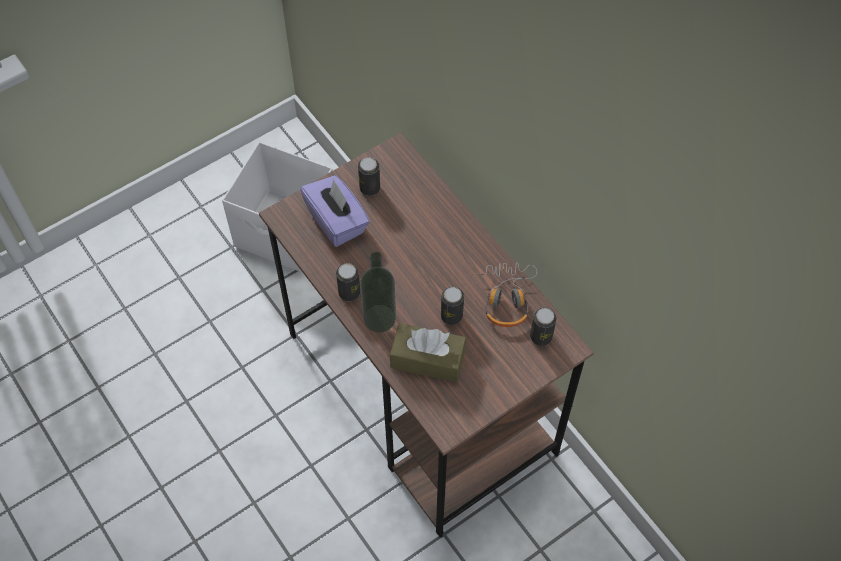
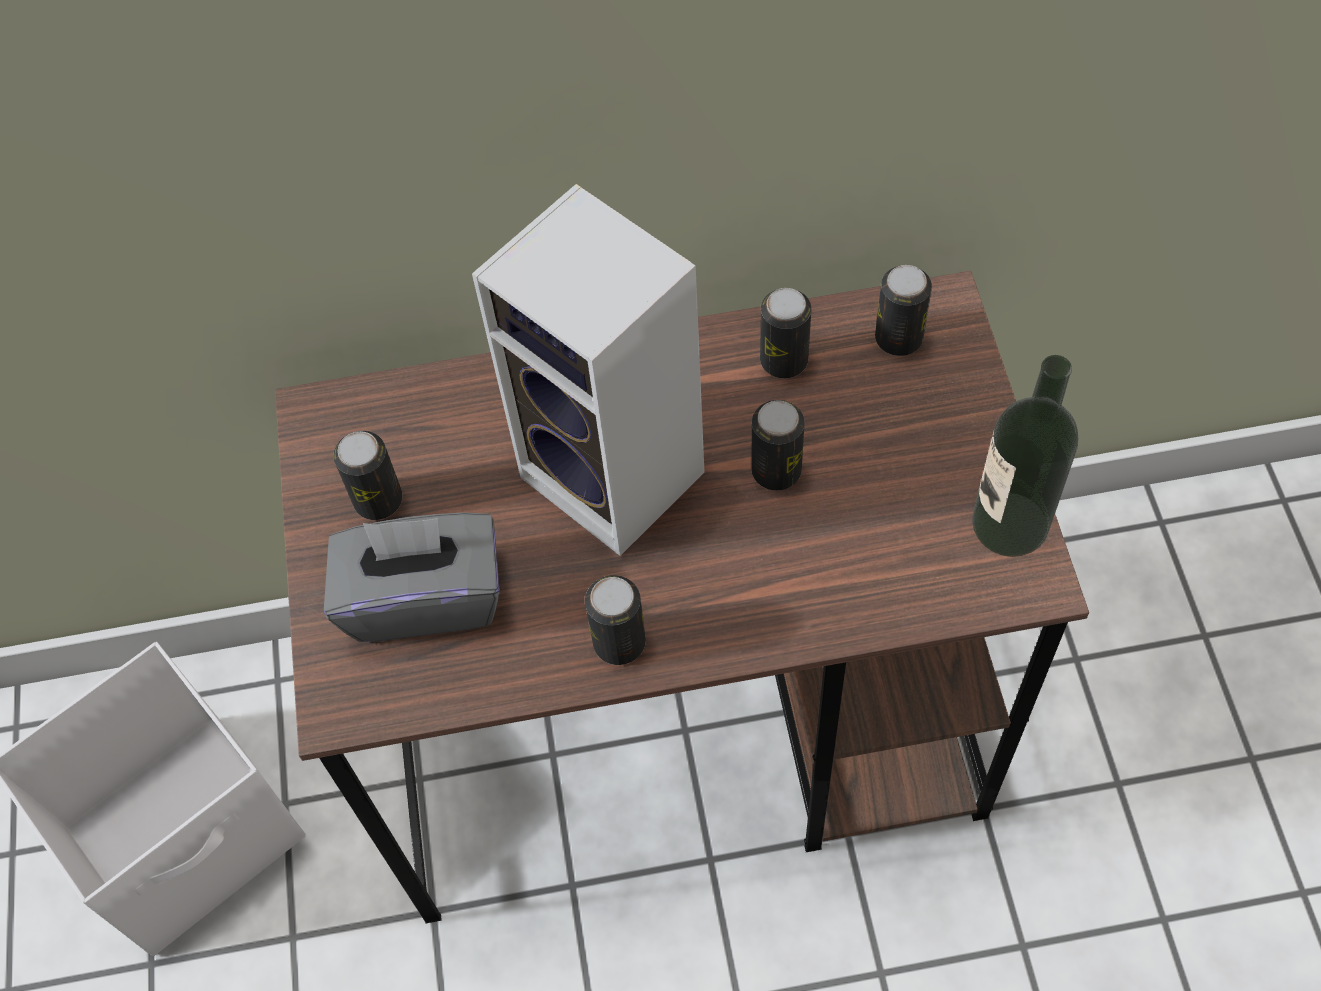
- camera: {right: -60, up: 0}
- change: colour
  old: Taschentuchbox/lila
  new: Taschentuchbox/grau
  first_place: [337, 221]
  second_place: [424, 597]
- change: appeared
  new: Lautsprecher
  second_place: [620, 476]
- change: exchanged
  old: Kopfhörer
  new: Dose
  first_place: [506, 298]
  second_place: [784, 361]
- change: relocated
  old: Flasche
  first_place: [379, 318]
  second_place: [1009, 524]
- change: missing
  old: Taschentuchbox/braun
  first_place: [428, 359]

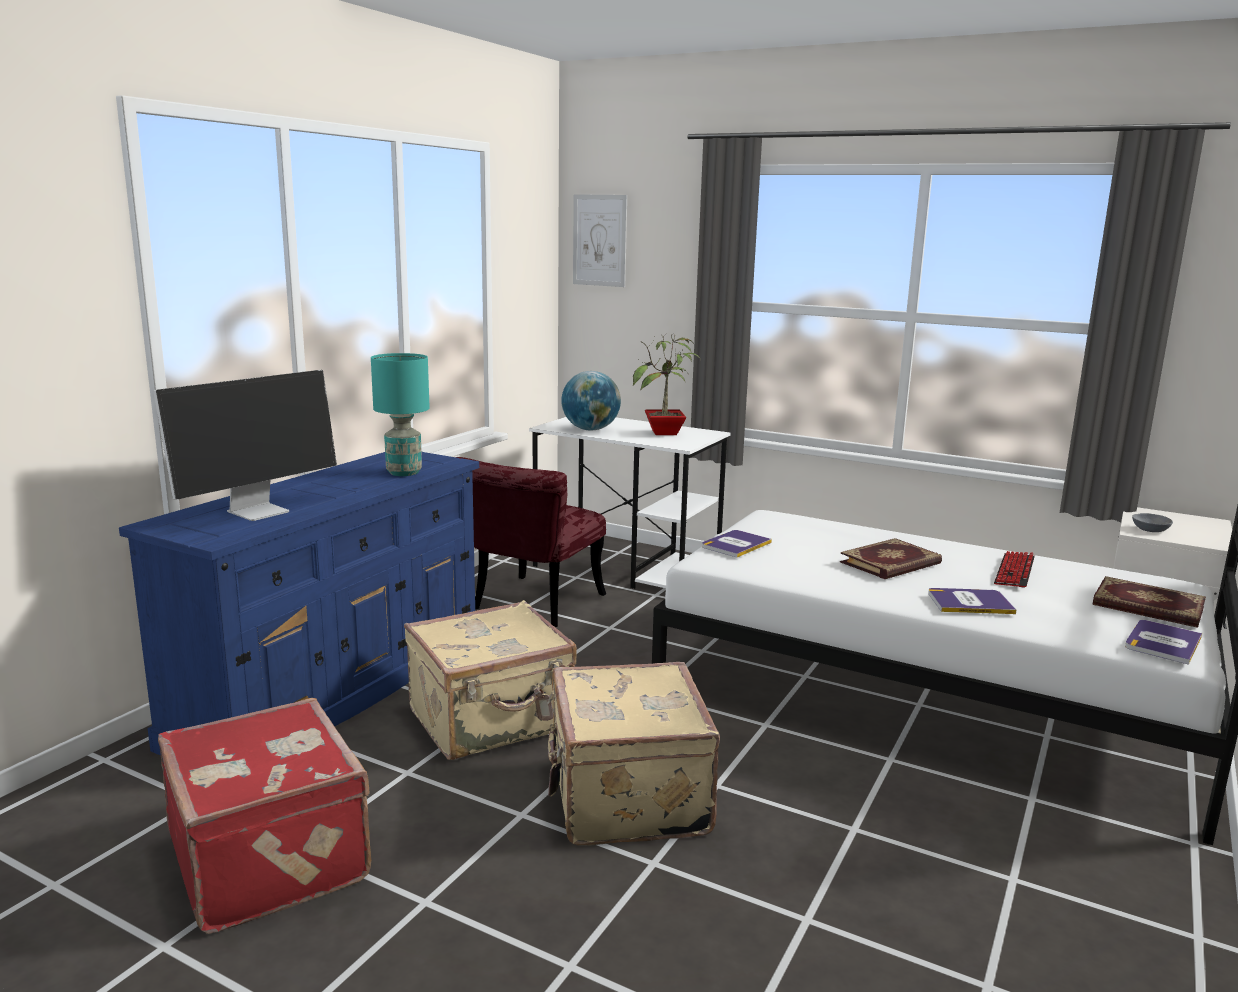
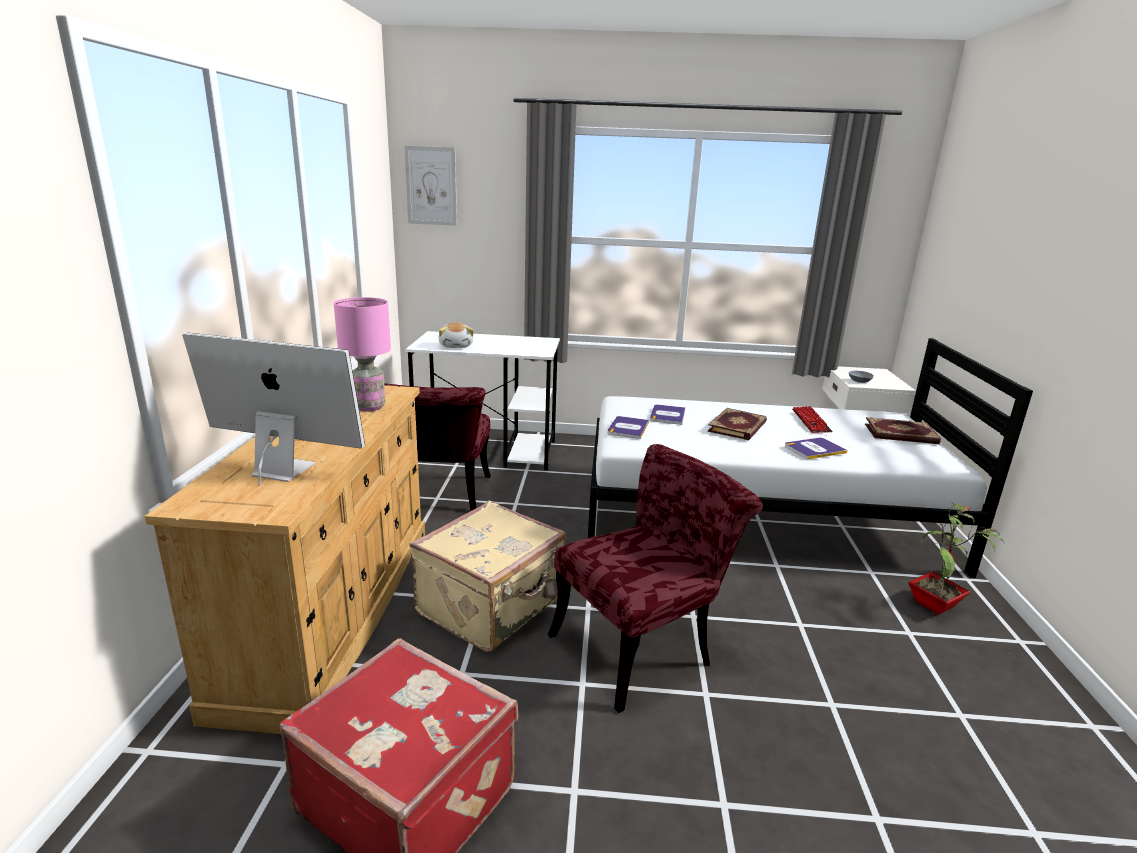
- camera: {right: -25, up: 5}
- change: colour
  old: Kommode/blau
  new: Kommode/beige
  first_place: [336, 688]
  second_place: [334, 610]
- change: spun
  old: Monitor
  first_place: [259, 511]
  second_place: [281, 470]
  degrees: -90
- change: colour
  old: Tischlampe/türkis
  new: Tischlampe/rosa
  first_place: [404, 473]
  second_place: [369, 407]
- change: exchanged
  old: Globus
  new: Plüschtier
  first_place: [590, 429]
  second_place: [456, 346]
- change: exchanged
  old: Koffer/beige
  new: Stuhl/rot
  first_place: [625, 797]
  second_place: [643, 645]
- change: relocated
  old: Buch
  first_place: [1163, 643]
  second_place: [667, 415]
- change: relocated
  old: Topfpflanze
  first_place: [664, 433]
  second_place: [936, 606]

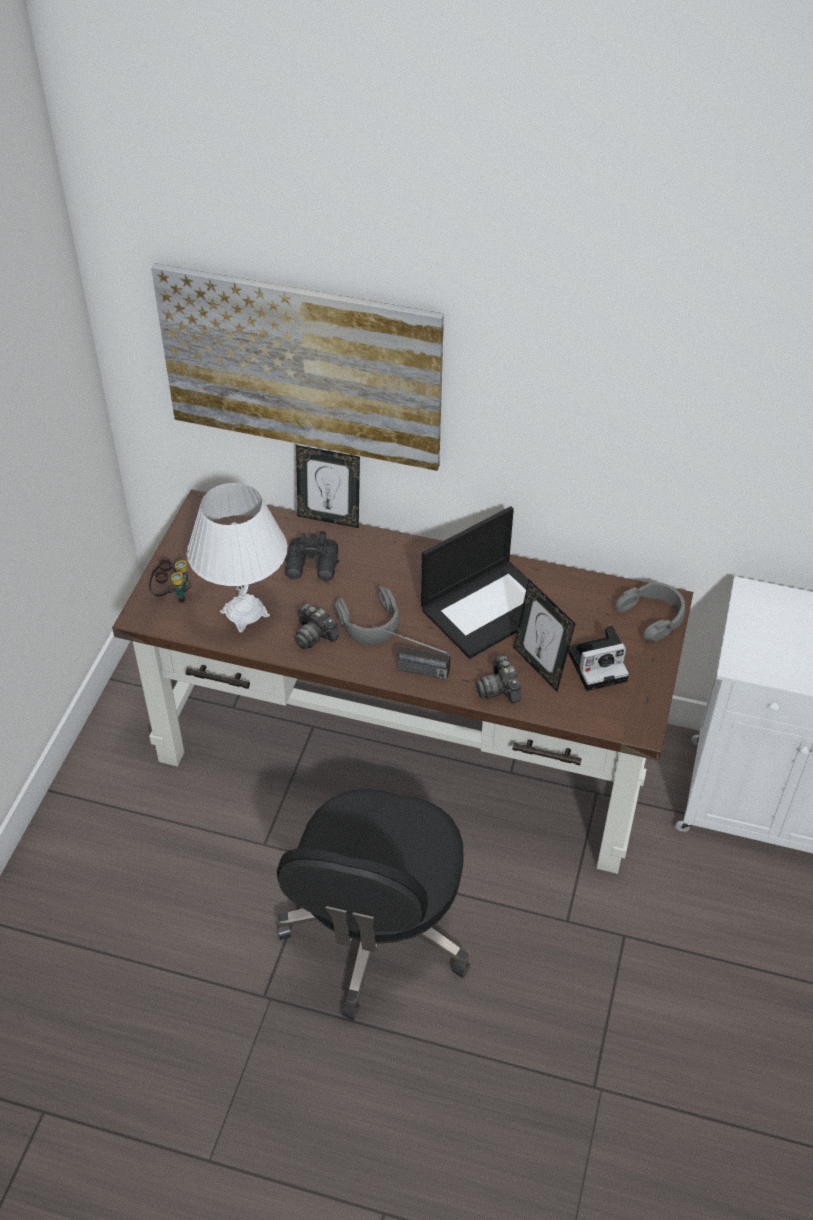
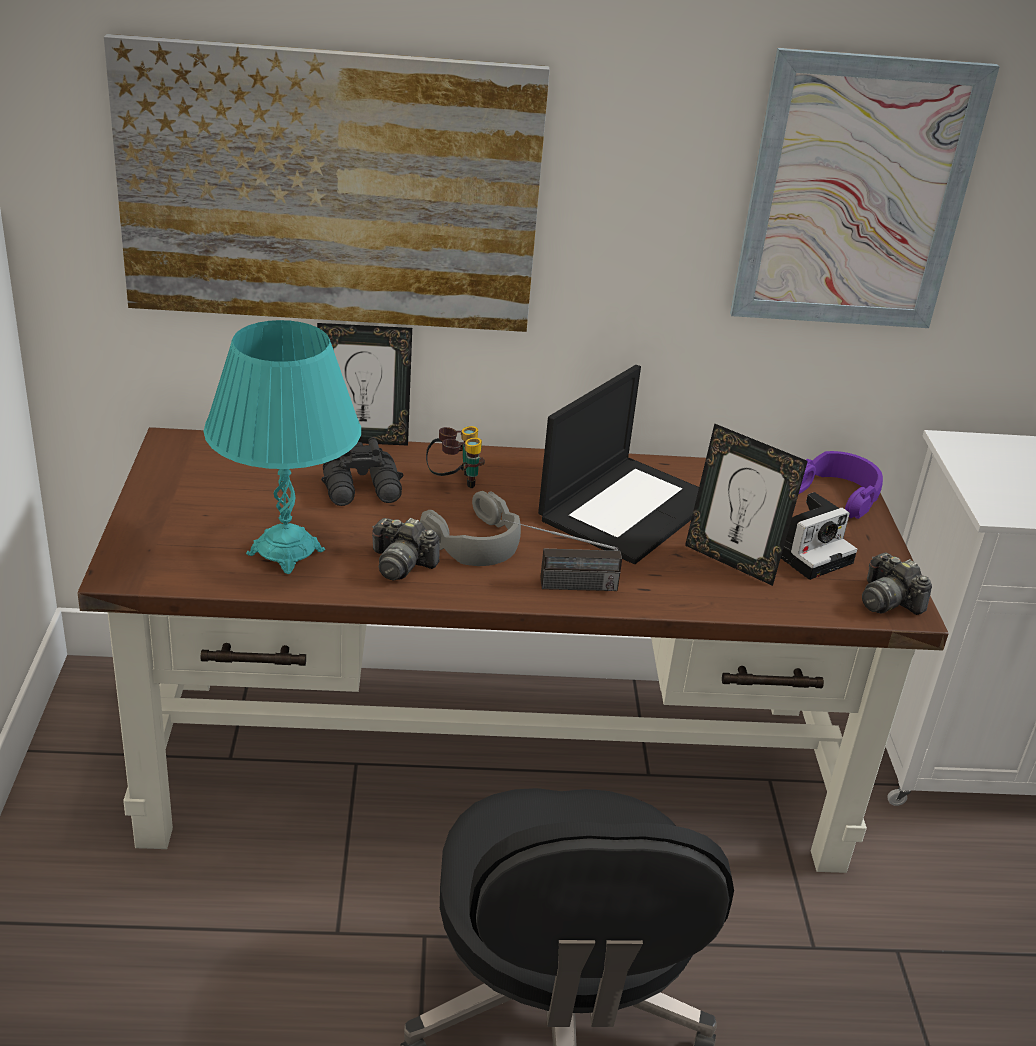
- camera: {right: -20, up: -15}
- change: colour
  old: Tischlampe/weiß
  new: Tischlampe/türkis
  first_place: [245, 614]
  second_place: [286, 552]
- change: relocated
  old: Fernglas
  first_place: [172, 594]
  second_place: [454, 481]
- change: appeared
  new: Bild
  second_place: [856, 194]
- change: colour
  old: Kopfhörer/grau
  new: Kopfhörer/lila
  first_place: [653, 616]
  second_place: [837, 494]
- change: relocated
  old: Kamera
  first_place: [499, 688]
  second_place: [888, 601]

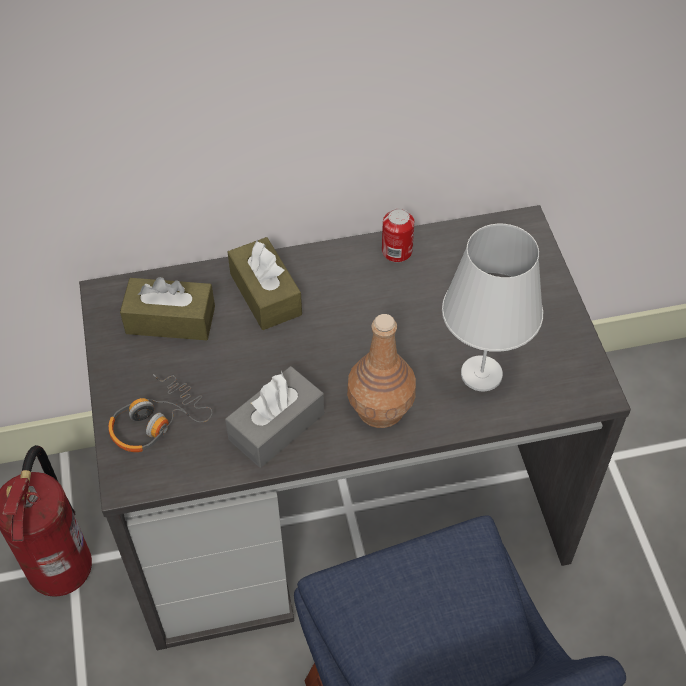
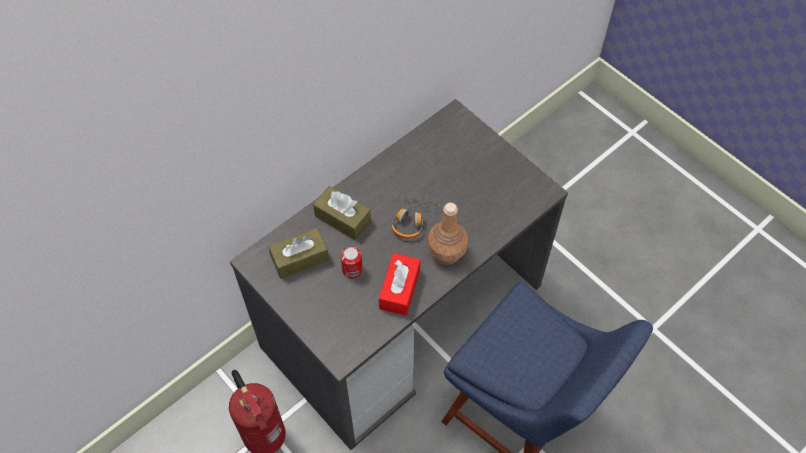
- camera: {right: -30, up: 5}
- change: relocated
  old: Dose
  first_place: [397, 251]
  second_place: [352, 270]
- change: colour
  old: Taschentuchbox/grau
  new: Taschentuchbox/rot
  first_place: [276, 427]
  second_place: [399, 289]
- change: relocated
  old: Kopfhörer
  first_place: [157, 422]
  second_place: [412, 218]
- change: missing
  old: Tischlampe/weiß
  first_place: [480, 374]

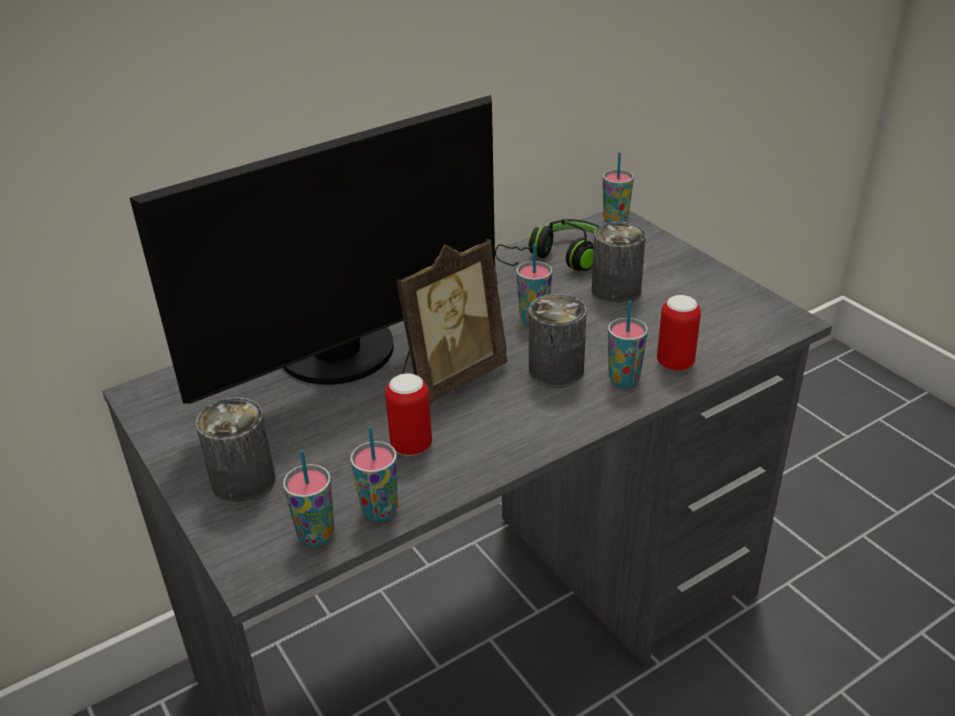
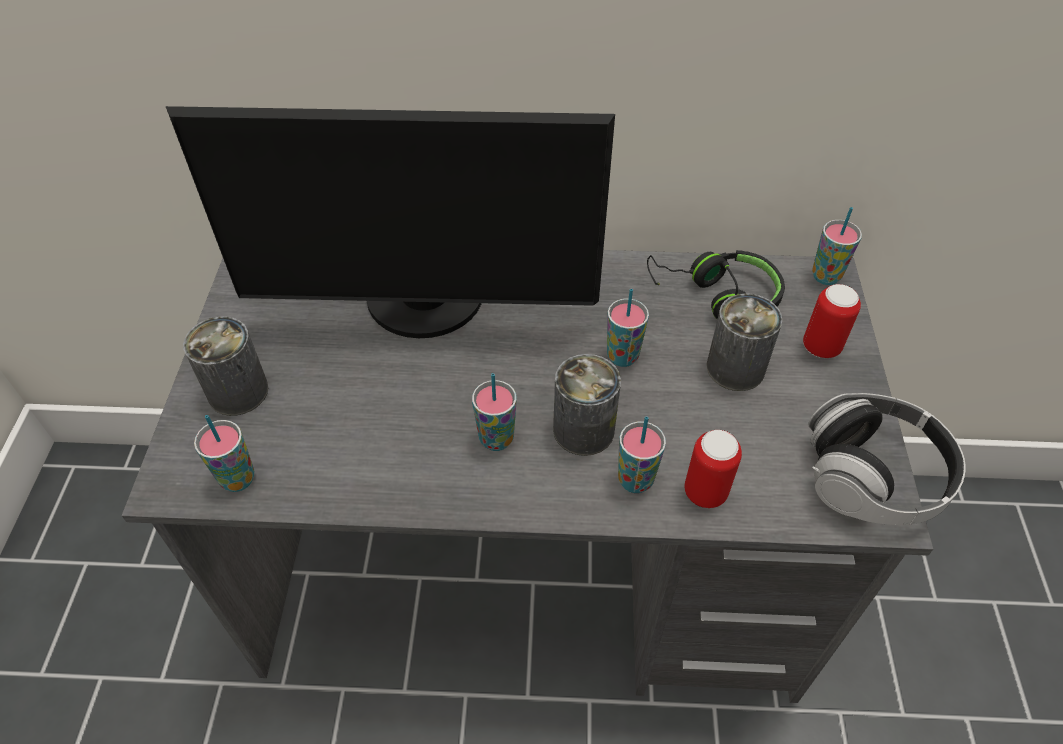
- camera: {right: 35, up: 15}
- change: relocated
  old: Tasse
  first_place: [379, 510]
  second_place: [496, 439]
- change: relocated
  old: Dose
  first_place: [411, 446]
  second_place: [821, 347]
- change: appeared
  new: Kopfhörer
  second_place: [873, 477]
- change: missing
  old: Bilderrahmen
  first_place: [449, 377]

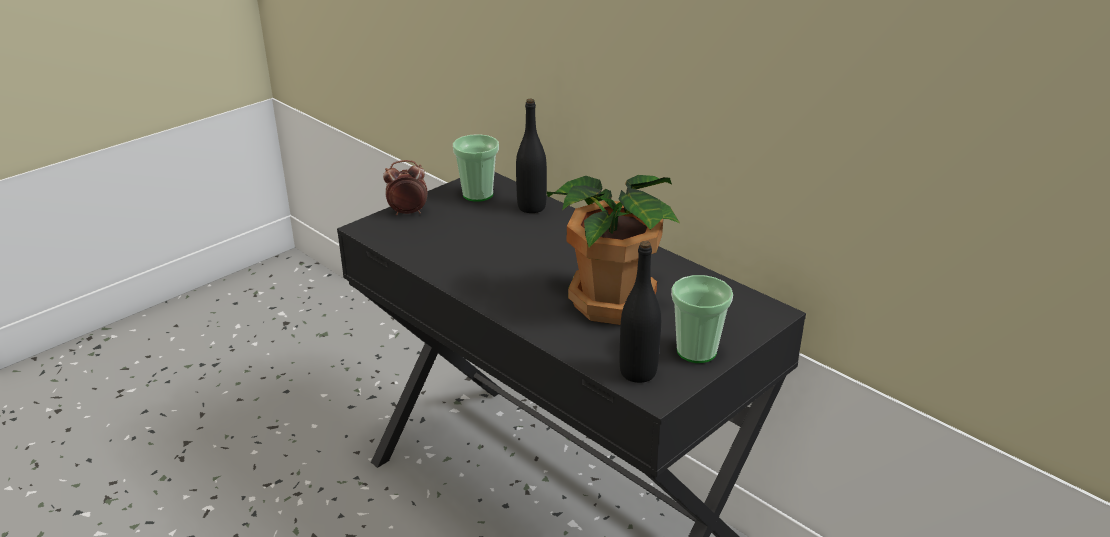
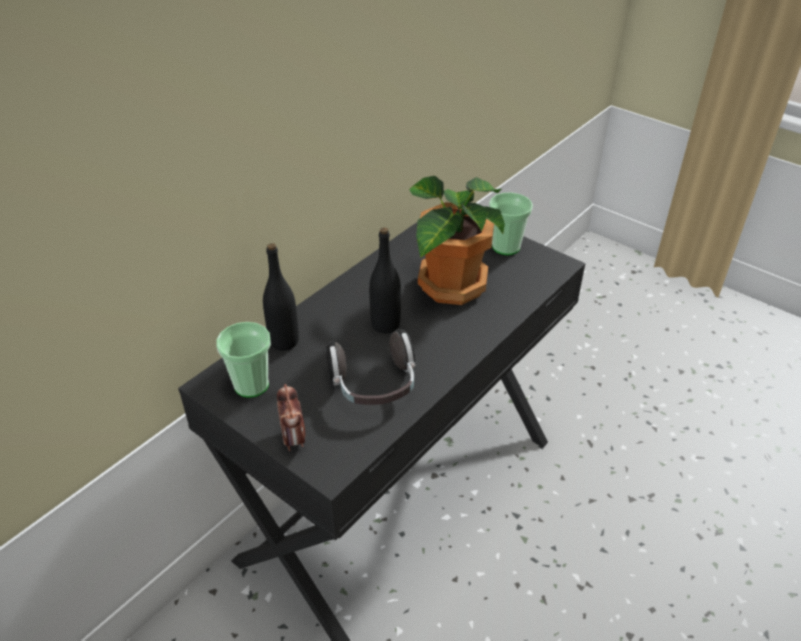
- camera: {right: -95, up: 10}
- change: appeared
  new: Kopfhörer
  second_place: [374, 386]
- change: relocated
  old: Flasche/schwarz
  first_place: [638, 372]
  second_place: [385, 325]

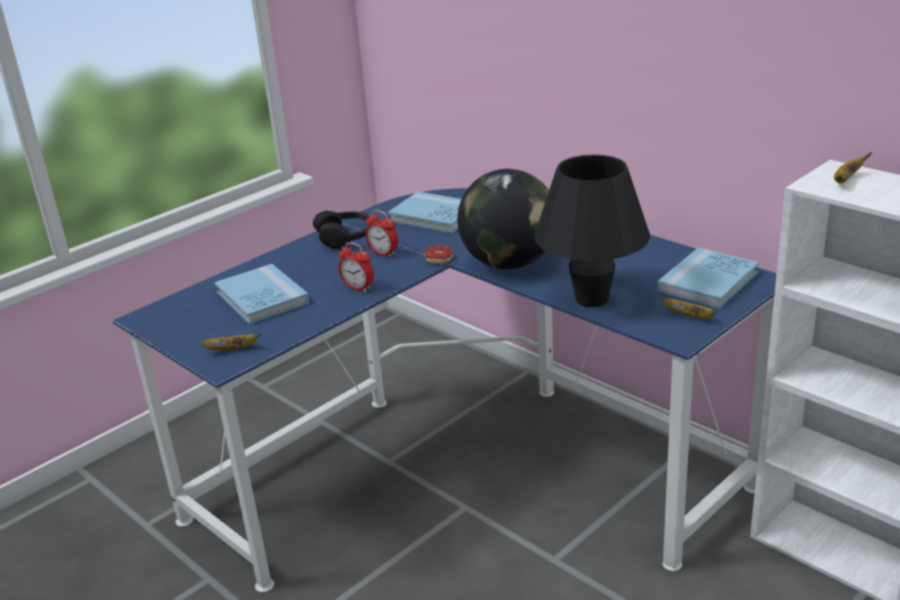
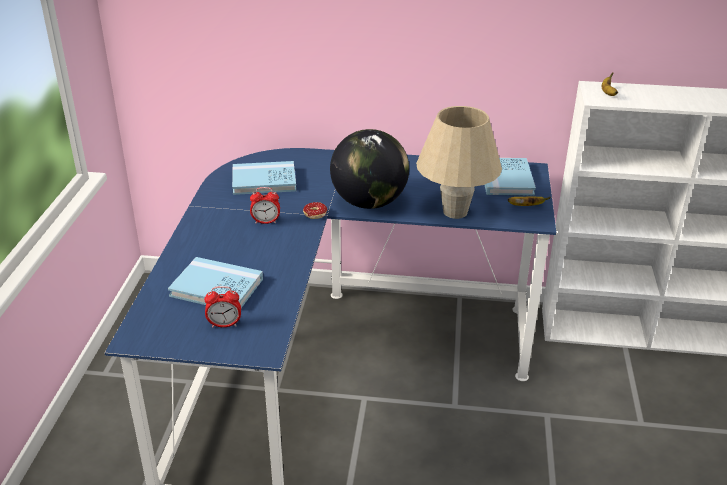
- camera: {right: -40, up: 5}
- change: relocated
  old: Wecker
  first_place: [358, 288]
  second_place: [224, 324]
- change: colour
  old: Tischlampe/schwarz
  new: Tischlampe/beige
  first_place: [592, 299]
  second_place: [455, 212]
- change: missing
  old: Banane
  first_place: [233, 350]
- change: missing
  old: Kopfhörer/schwarz
  first_place: [347, 237]

